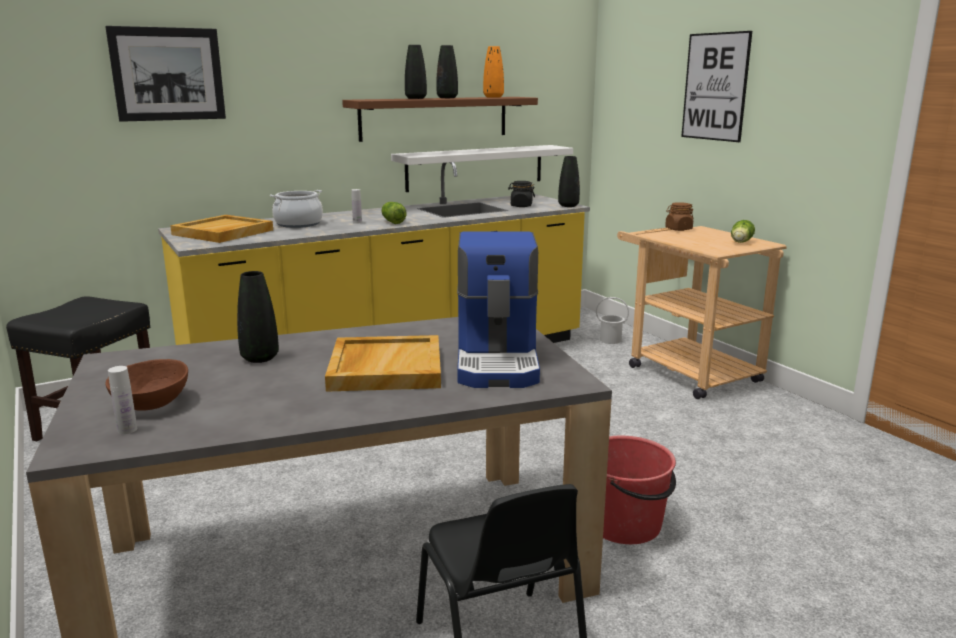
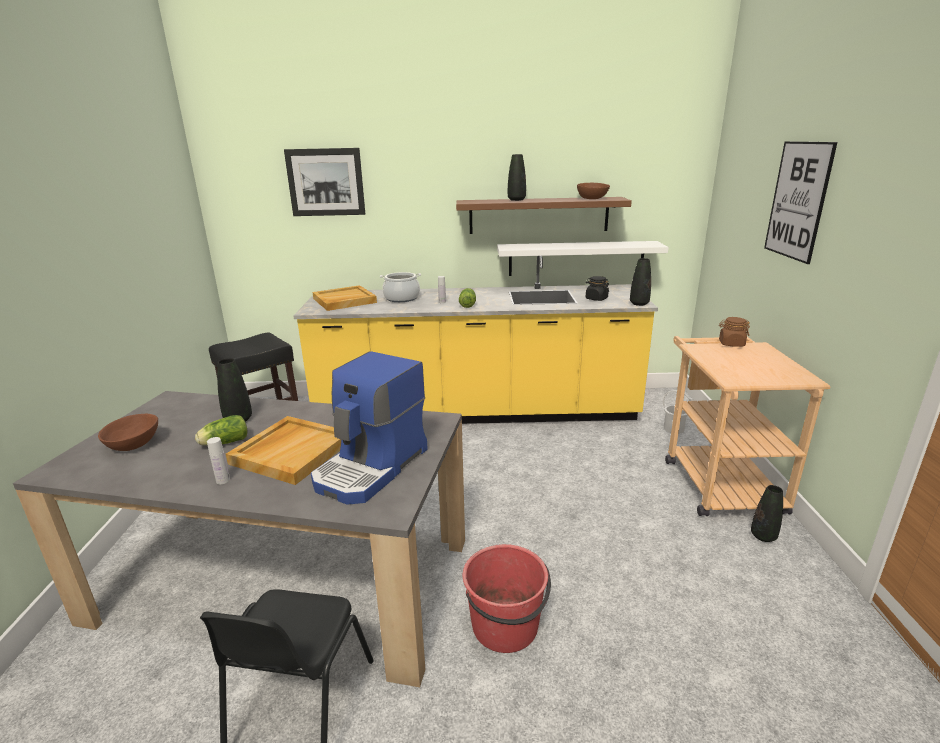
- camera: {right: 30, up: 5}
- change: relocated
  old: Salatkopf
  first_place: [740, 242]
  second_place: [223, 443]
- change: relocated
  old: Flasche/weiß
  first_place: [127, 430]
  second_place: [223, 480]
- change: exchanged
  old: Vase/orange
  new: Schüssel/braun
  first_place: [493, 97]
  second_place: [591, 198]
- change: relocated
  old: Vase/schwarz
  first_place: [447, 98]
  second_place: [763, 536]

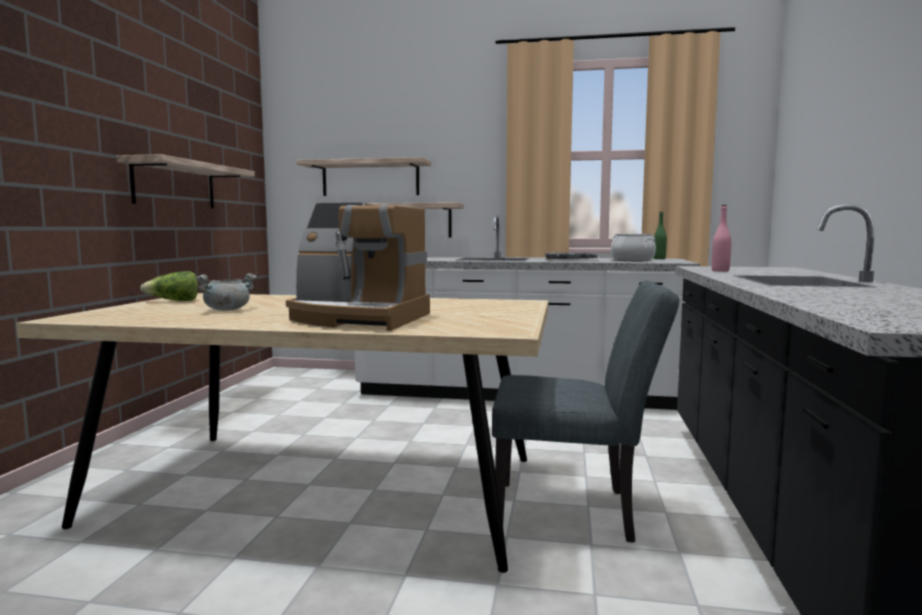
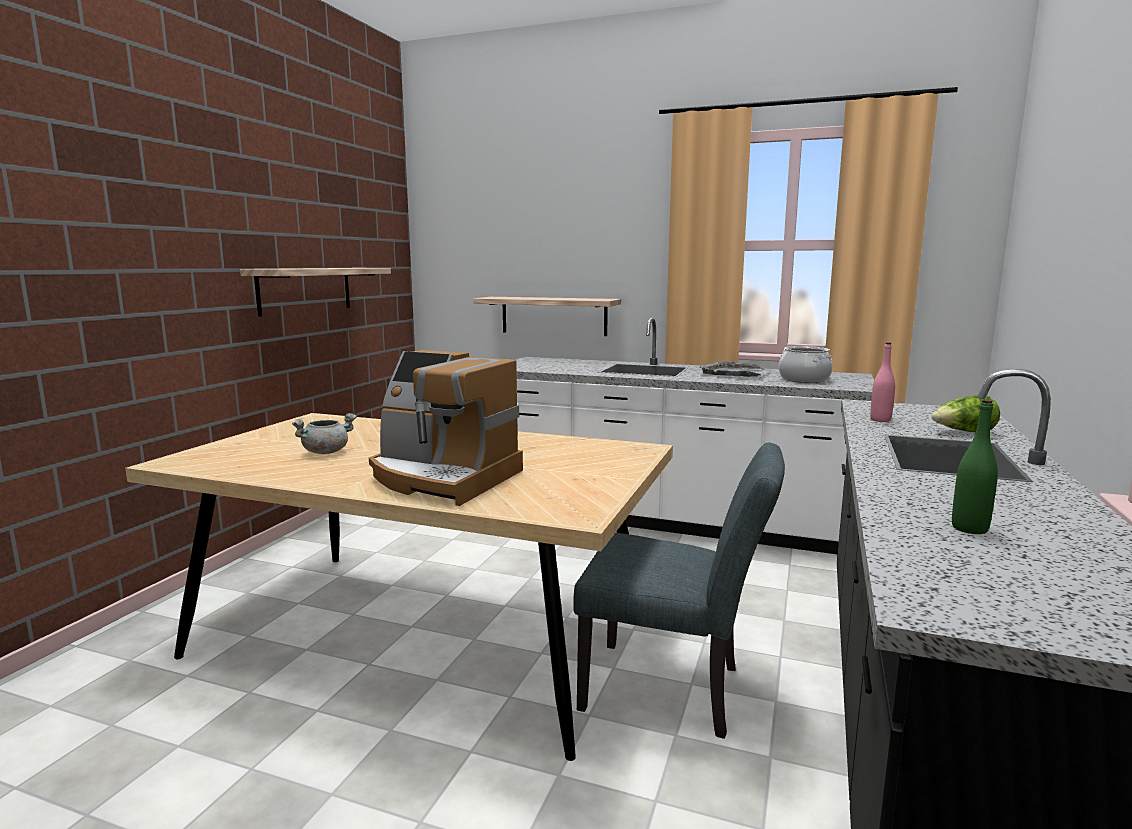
- camera: {right: 10, up: 5}
- change: relocated
  old: Salatkopf
  first_place: [174, 301]
  second_place: [963, 432]
- change: relocated
  old: Flasche/grün
  first_place: [659, 259]
  second_place: [969, 528]
- change: missing
  old: Wandregal
  first_place: [370, 179]

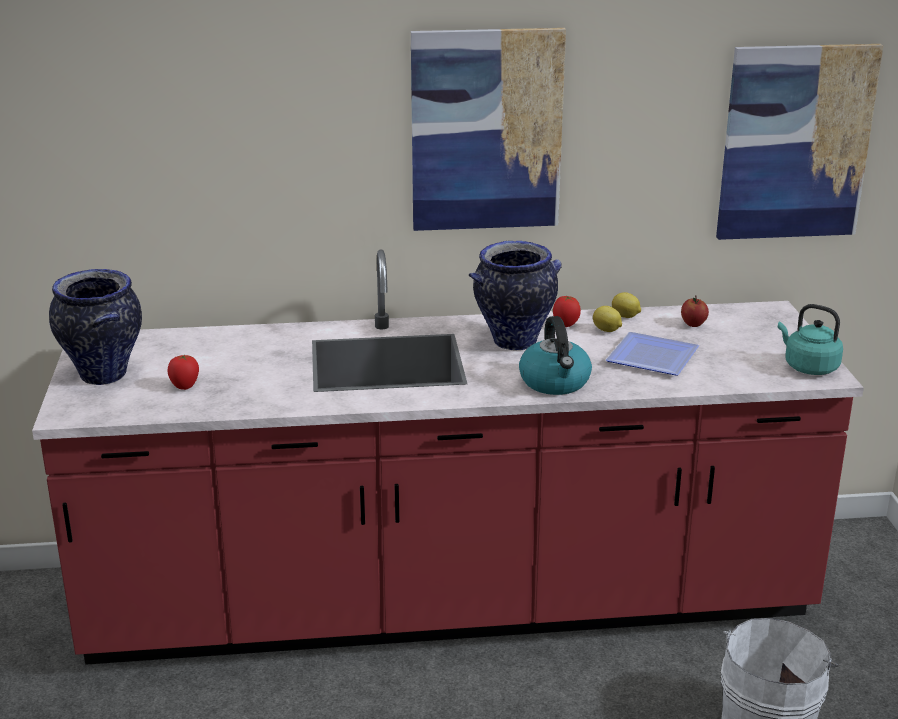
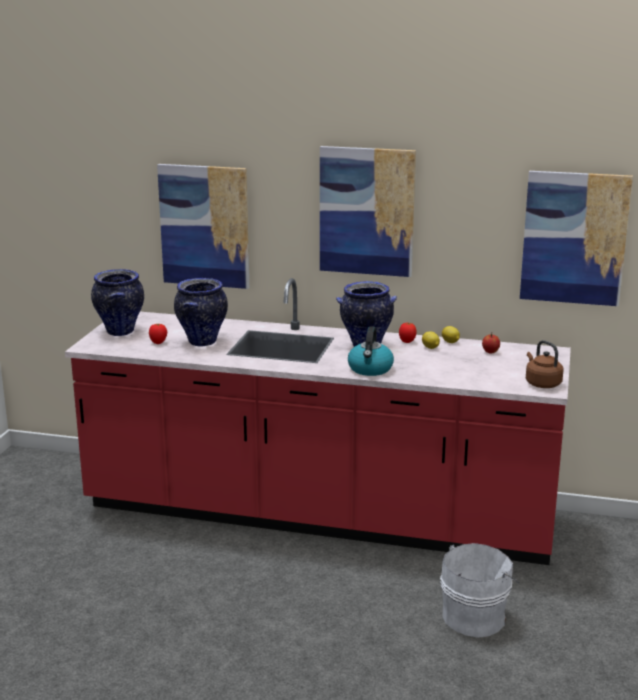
- camera: {right: 20, up: -5}
- change: appeared
  new: Bild
  second_place: [204, 226]
- change: appeared
  new: Vase
  second_place: [202, 342]
- change: colour
  old: Wasserkessel/türkis
  new: Wasserkessel/braun
  first_place: [808, 367]
  second_place: [541, 383]
- change: missing
  old: Teller
  first_place: [655, 357]

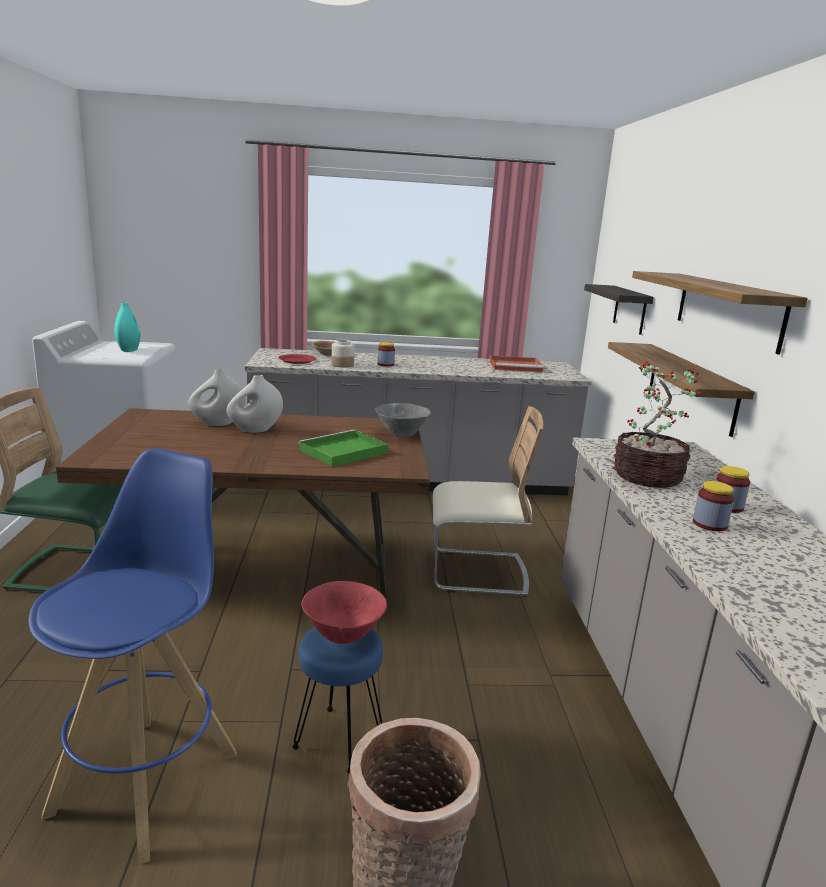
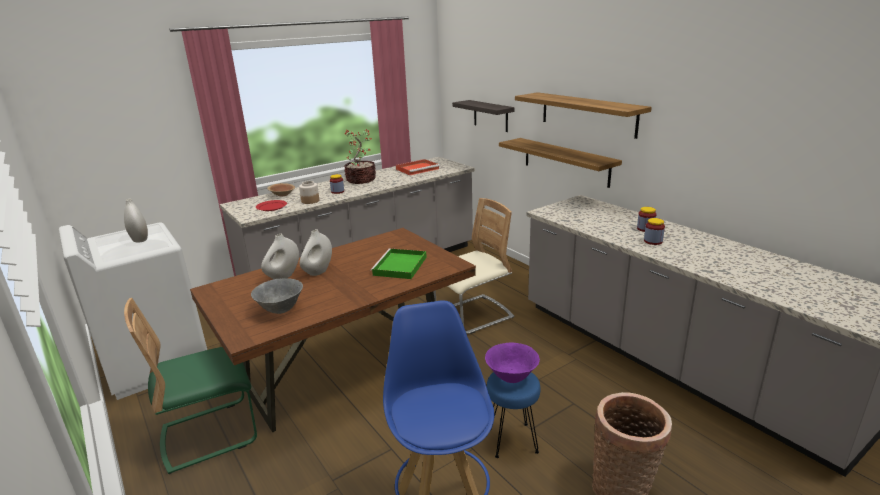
- camera: {right: -30, up: 5}
- change: colour
  old: Vase/türkis
  new: Vase/weiß
  first_place: [129, 350]
  second_place: [139, 239]
- change: relocated
  old: Schüssel/grau
  first_place: [401, 435]
  second_place: [281, 310]
- change: relocated
  old: Topfpflanze
  first_place: [646, 477]
  second_place: [360, 180]
- change: colour
  old: Schüssel/rot
  new: Schüssel/lila
  first_place: [344, 636]
  second_place: [512, 377]

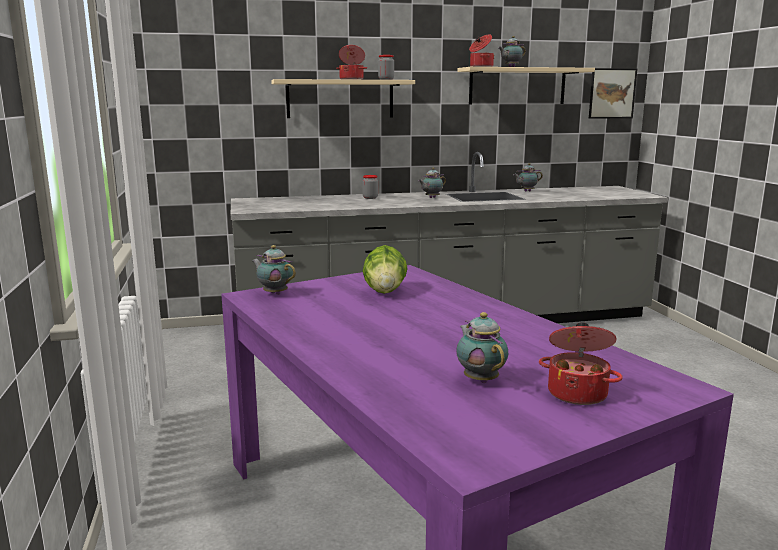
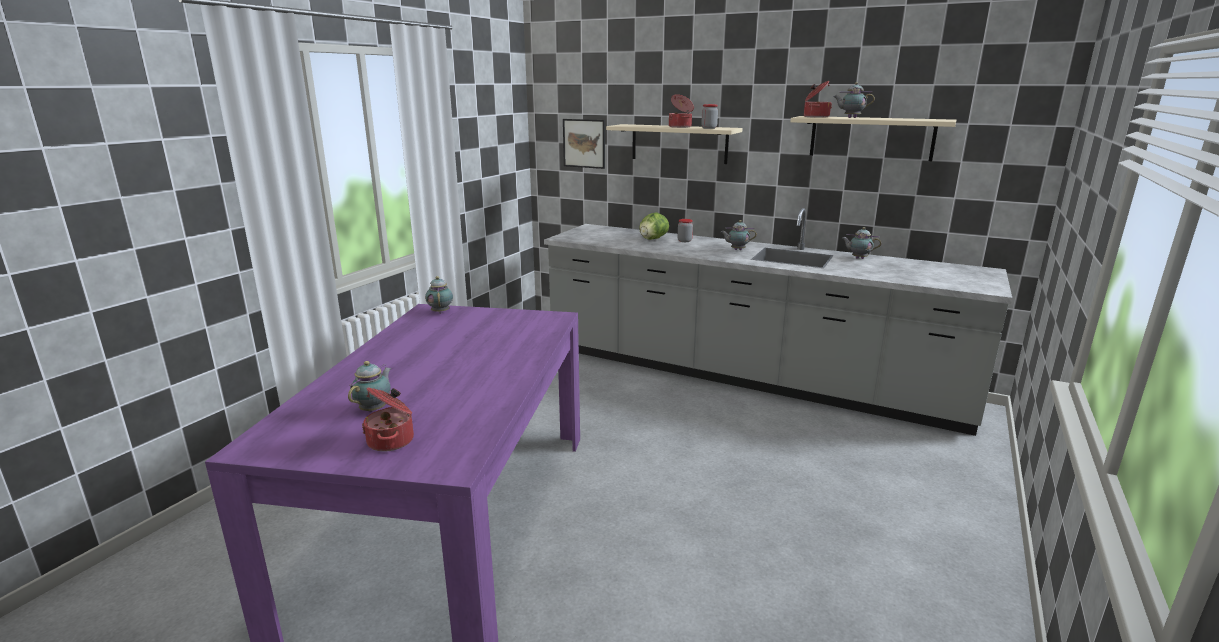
- camera: {right: 40, up: 5}
- change: relocated
  old: Bild
  first_place: [612, 93]
  second_place: [584, 143]
- change: relocated
  old: Salatkopf
  first_place: [385, 291]
  second_place: [652, 239]

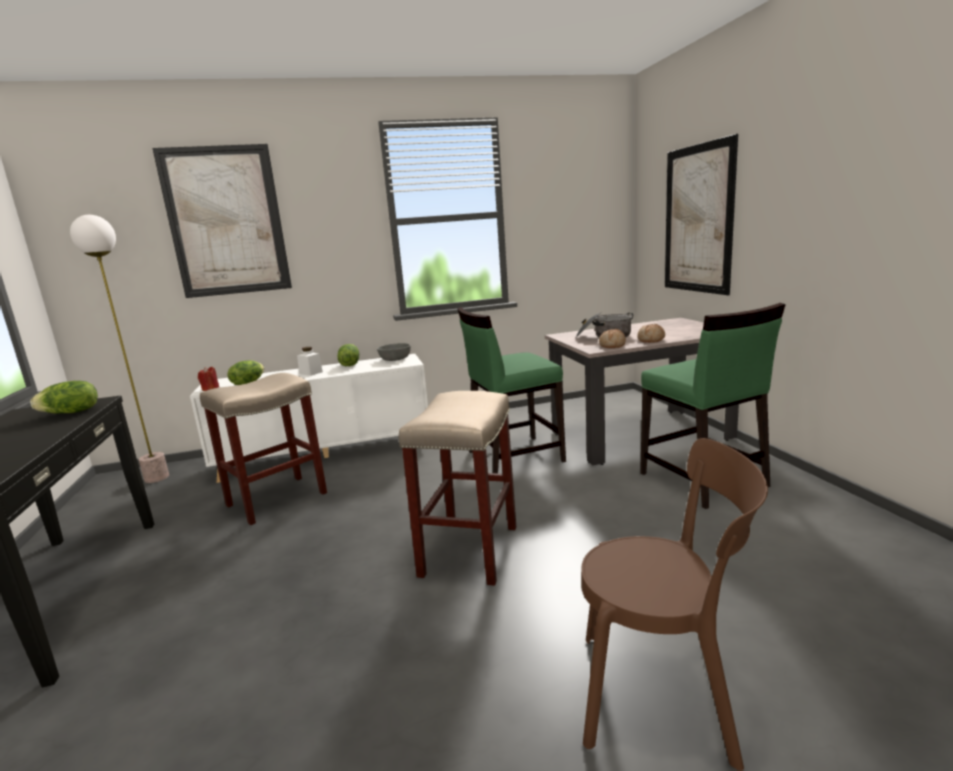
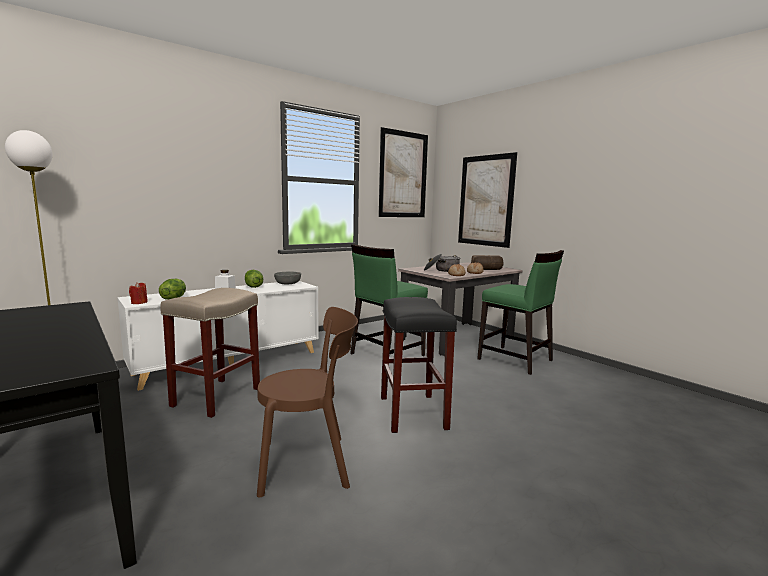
- camera: {right: -25, up: -5}
- change: relocated
  old: Stuhl/braun
  first_place: [663, 694]
  second_place: [309, 463]
- change: relocated
  old: Bild
  first_place: [226, 222]
  second_place: [403, 175]
- change: colour
  old: Hocker/beige
  new: Hocker/schwarz
  first_place: [470, 552]
  second_place: [413, 413]
- change: appeared
  new: Brot
  second_place: [487, 269]
- change: missing
  old: Salatkopf
  first_place: [71, 413]

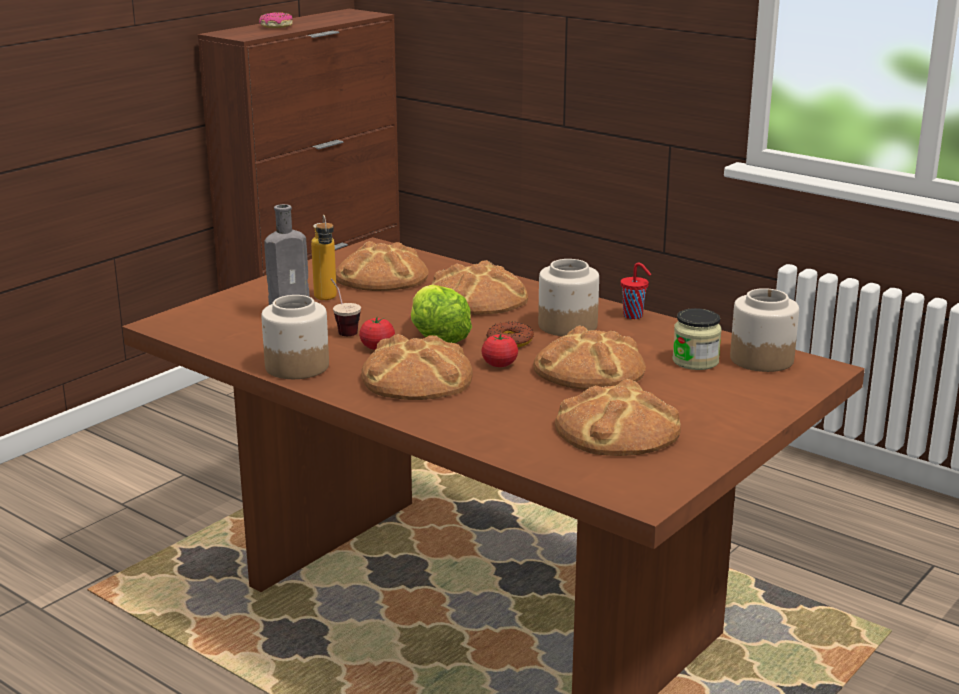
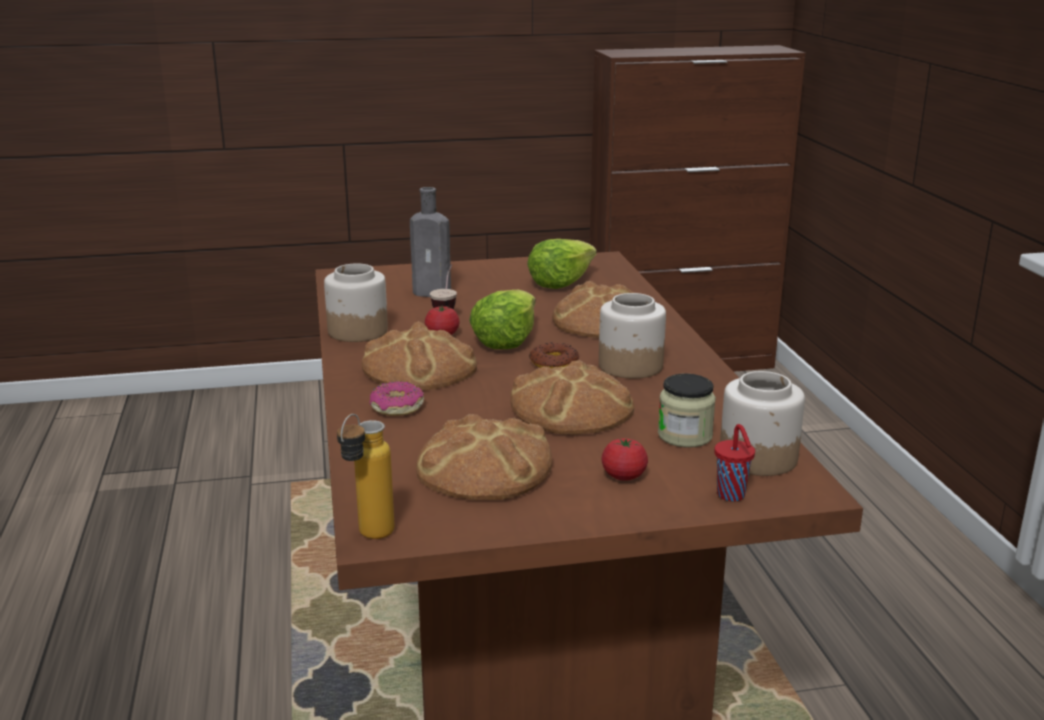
- camera: {right: 40, up: 0}
- change: relocated
  old: Flasche
  first_place: [326, 300]
  second_place: [368, 538]
- change: relocated
  old: Donut
  first_place: [276, 27]
  second_place: [396, 408]
- change: exchanged
  old: Brot
  new: Salatkopf
  first_place: [381, 276]
  second_place: [560, 282]
- change: relocated
  old: Tomate
  first_place: [499, 364]
  second_place: [624, 476]
- change: relocated
  old: Tasse/rot
  first_place: [634, 316]
  second_place: [732, 496]

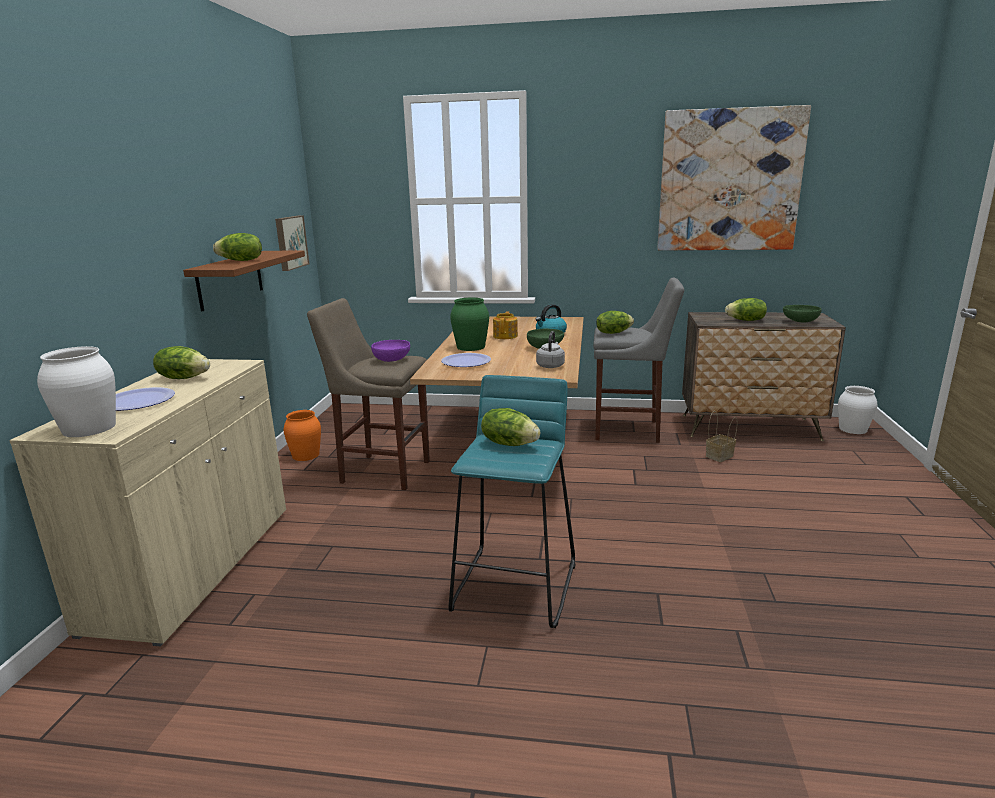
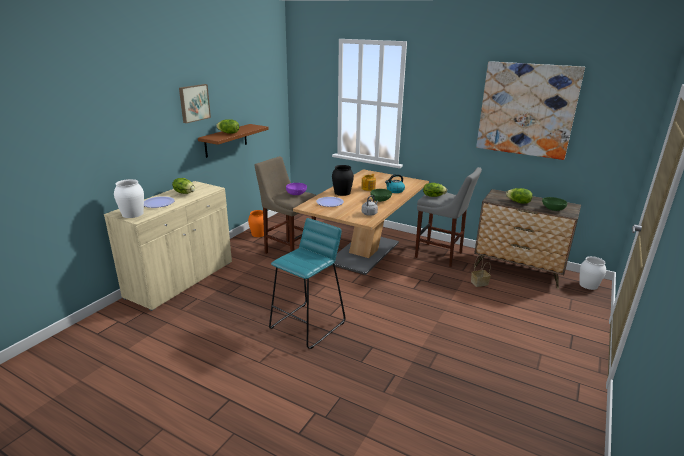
- camera: {right: 20, up: 5}
- change: relocated
  old: Bild
  first_place: [290, 242]
  second_place: [194, 103]
- change: colour
  old: Vase/grün
  new: Vase/schwarz
  first_place: [470, 347]
  second_place: [342, 193]
- change: missing
  old: Salatkopf
  first_place: [509, 443]

